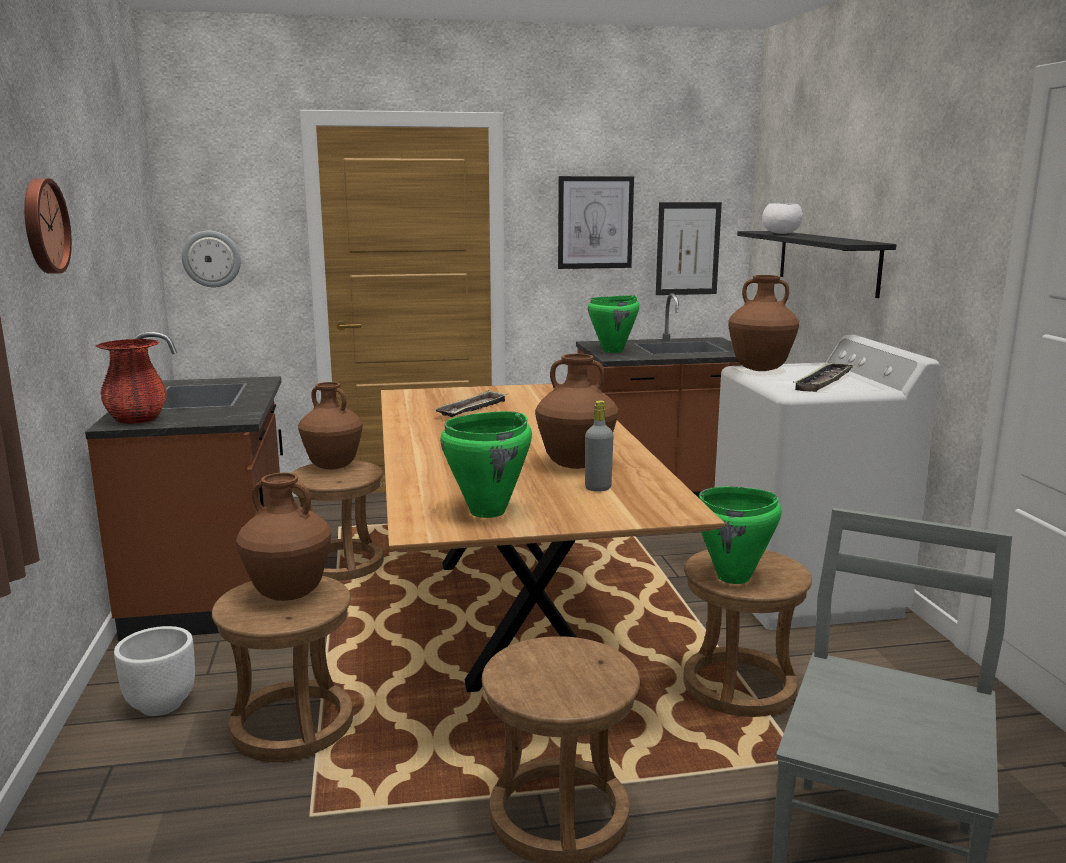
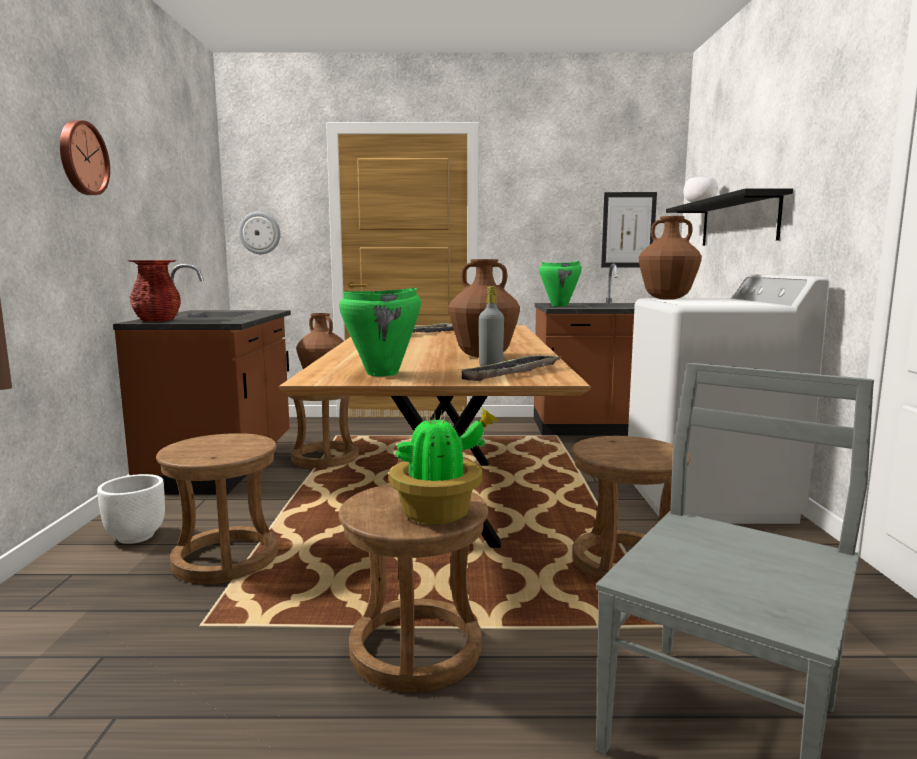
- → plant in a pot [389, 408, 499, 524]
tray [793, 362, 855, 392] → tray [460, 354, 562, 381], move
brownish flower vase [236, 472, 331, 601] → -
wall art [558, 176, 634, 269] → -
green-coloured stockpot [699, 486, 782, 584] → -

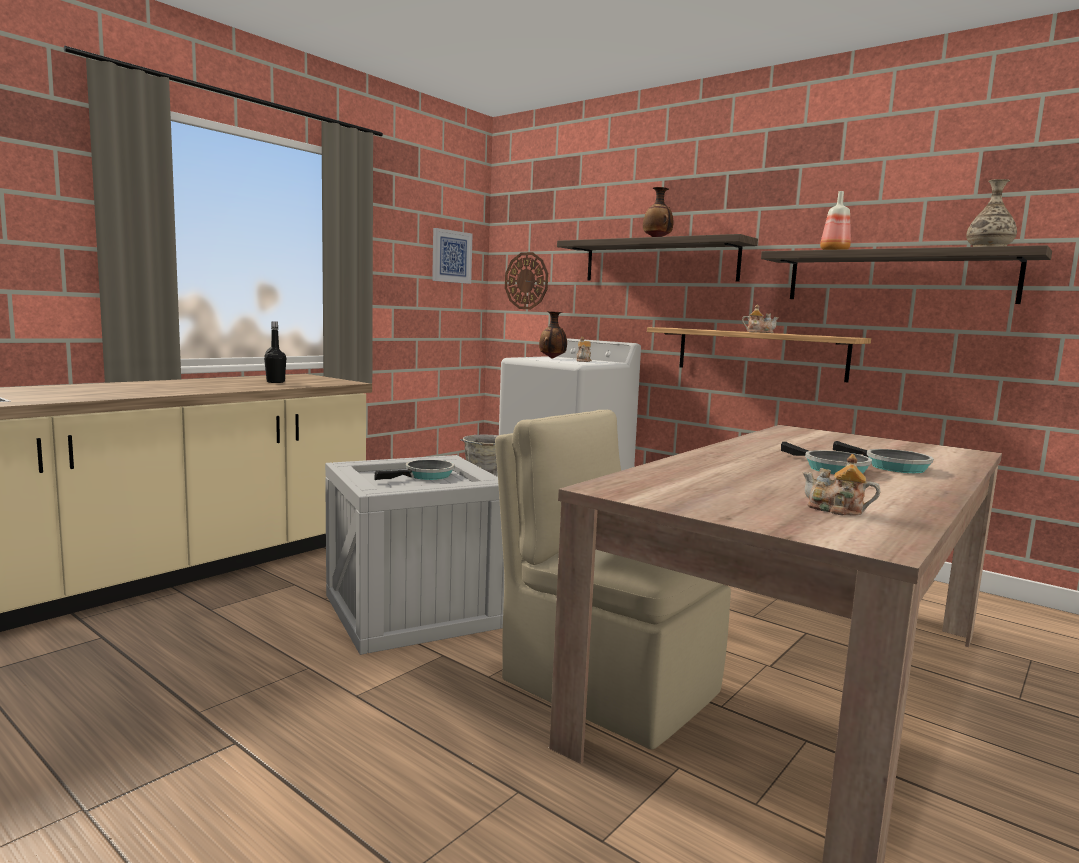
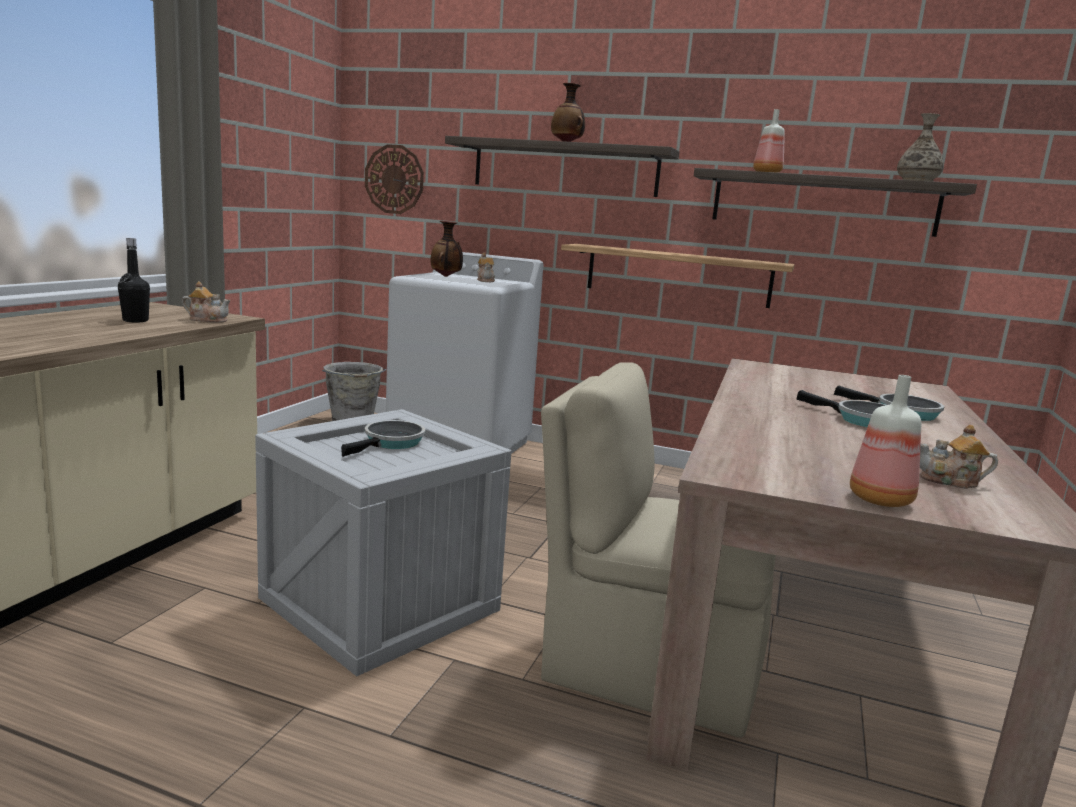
teapot [742, 304, 779, 333] → teapot [182, 281, 230, 323], move
- → drink bottle [850, 375, 921, 507]
wall art [432, 228, 472, 284] → -

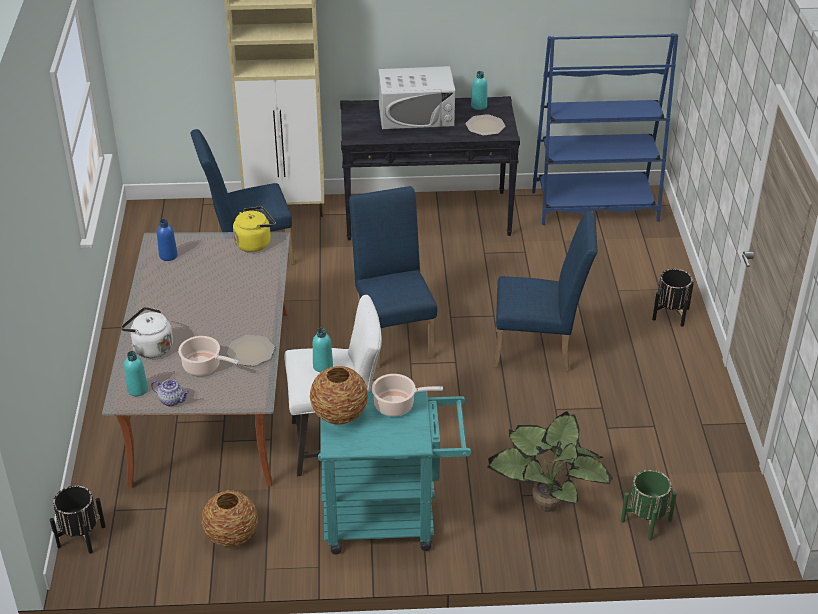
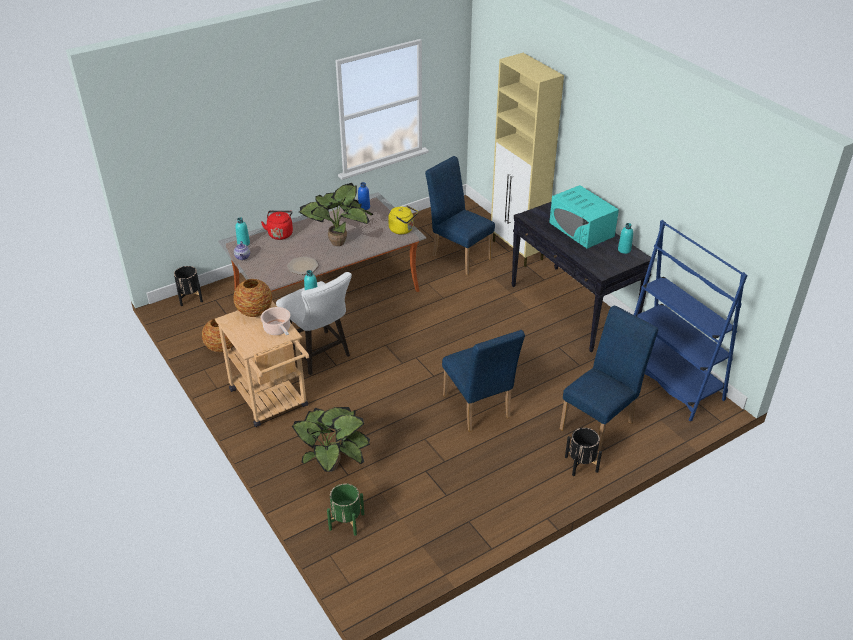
blue-green wheeled cart [318, 390, 471, 554] → beige wheeled cart [215, 301, 309, 427]
whitish water kettle [121, 307, 173, 358] → red water kettle [261, 210, 293, 240]
- → plant in a pot [299, 183, 373, 246]
whitish kitchen microwave [378, 66, 455, 129] → blue-green kitchen microwave [549, 185, 619, 249]
blue upright chair [349, 186, 437, 369] → blue upright chair [560, 306, 658, 454], move
stockpot [178, 336, 239, 376] → -
dinner plate [466, 114, 505, 136] → -

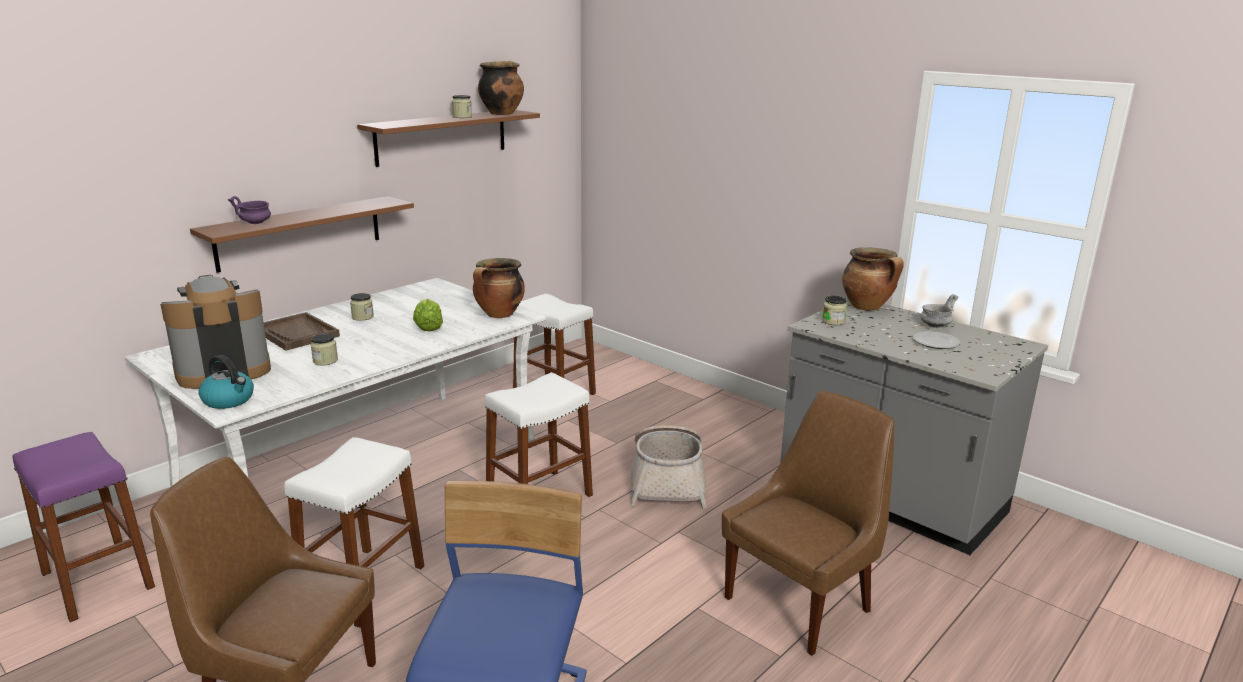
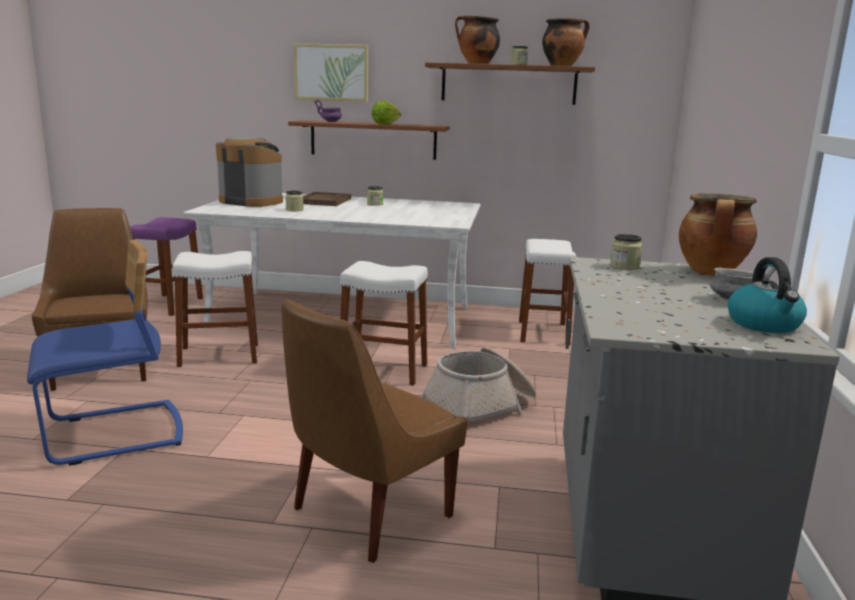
brownish upright chair [722, 391, 894, 656] → brownish upright chair [281, 299, 467, 563], 120 degrees clockwise
- → wall art [293, 43, 368, 102]
lettuce head [413, 299, 443, 332] → lettuce head [371, 101, 401, 124], move
stockpot [473, 258, 525, 318] → stockpot [455, 16, 500, 64], move
water kettle [199, 355, 254, 409] → water kettle [728, 257, 807, 333], move
dinner plate [913, 332, 960, 349] → -

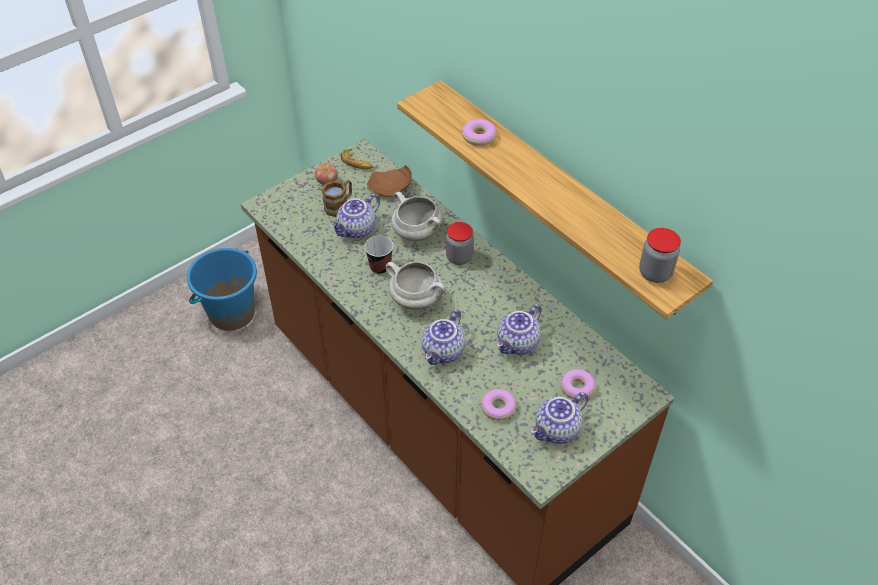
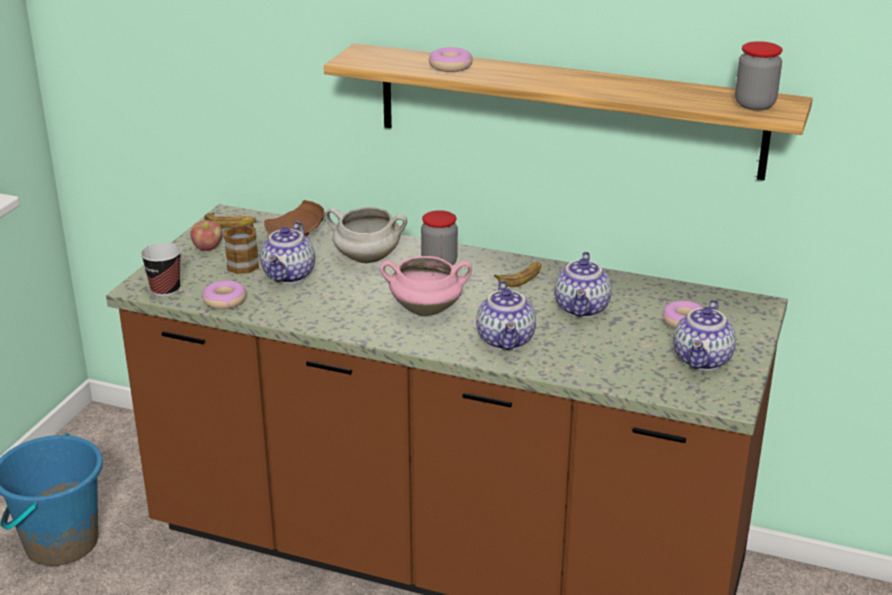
cup [364, 236, 393, 275] → cup [141, 243, 181, 297], move
ring doughnut [481, 389, 516, 420] → ring doughnut [202, 280, 247, 309], move
whitish stockpot [385, 262, 446, 310] → pink-coloured stockpot [380, 256, 472, 316]
- → whole banana [494, 262, 541, 287]

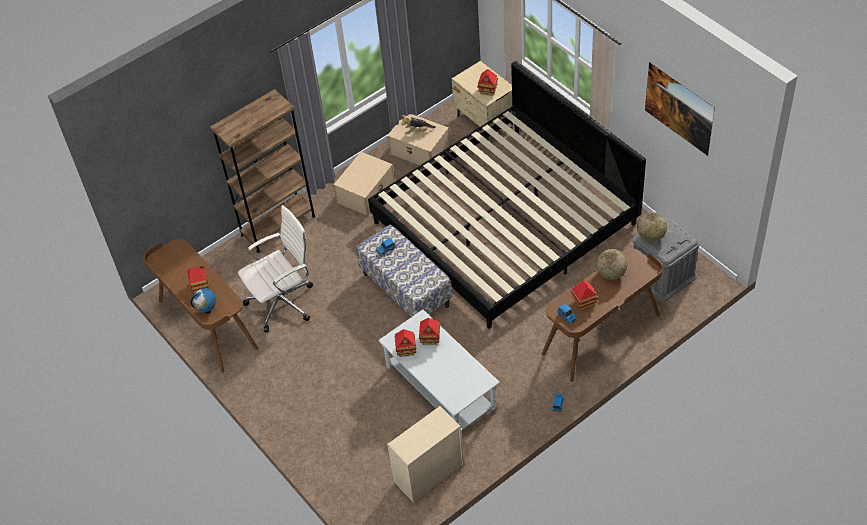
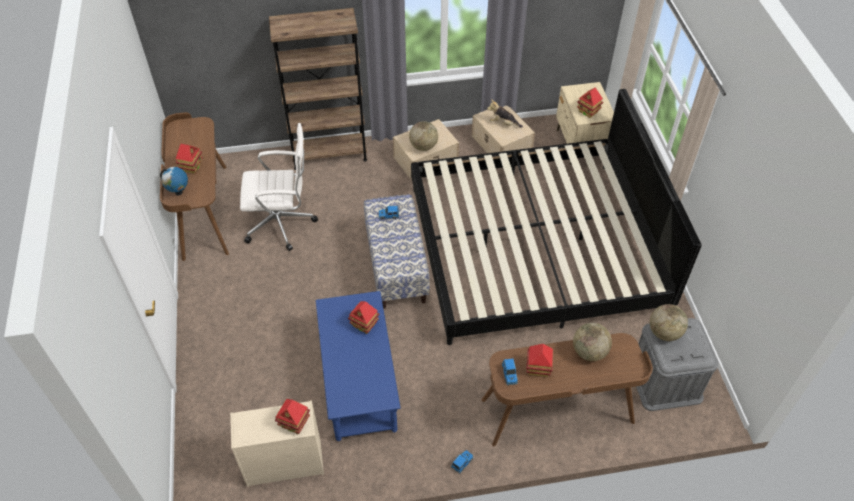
miniature house [394, 329, 416, 357] → miniature house [275, 399, 310, 434], move
gray coffee table [378, 310, 500, 431] → blue coffee table [316, 291, 401, 441]
- → desk globe [409, 121, 438, 151]
wall art [645, 62, 715, 156] → -

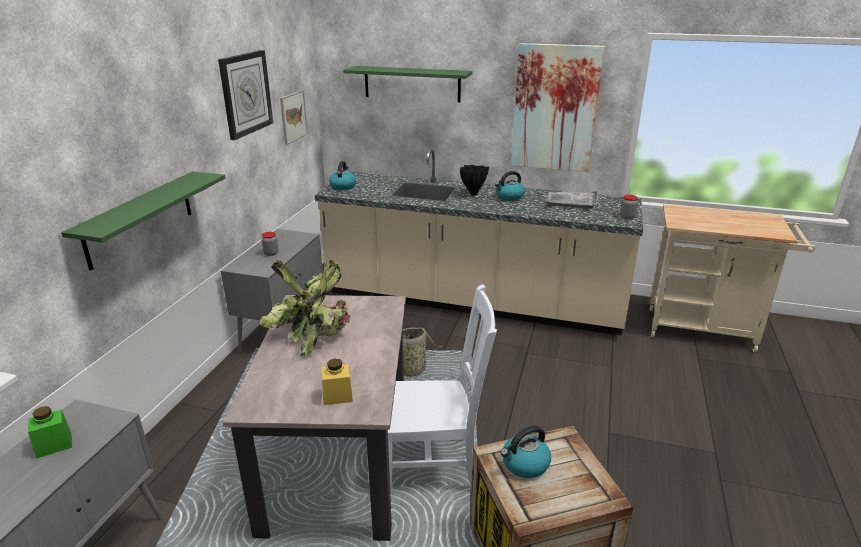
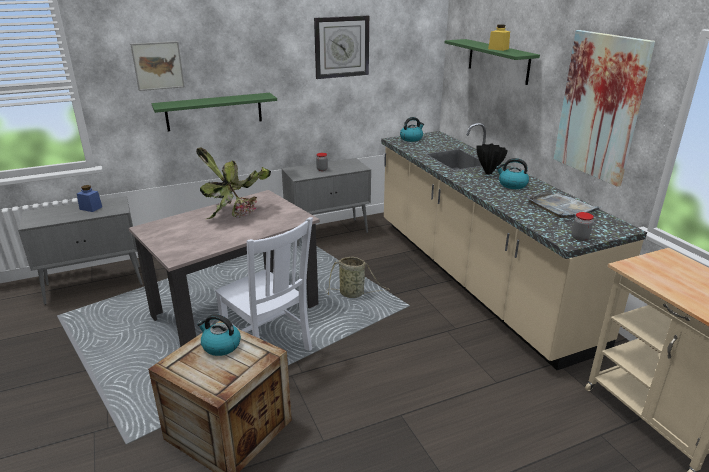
green-coloured jar [28, 406, 72, 459] → blue jar [77, 185, 102, 212]
wall art [280, 90, 308, 145] → wall art [130, 41, 185, 91], move
yellow jar [322, 359, 353, 405] → yellow jar [488, 24, 510, 51], move

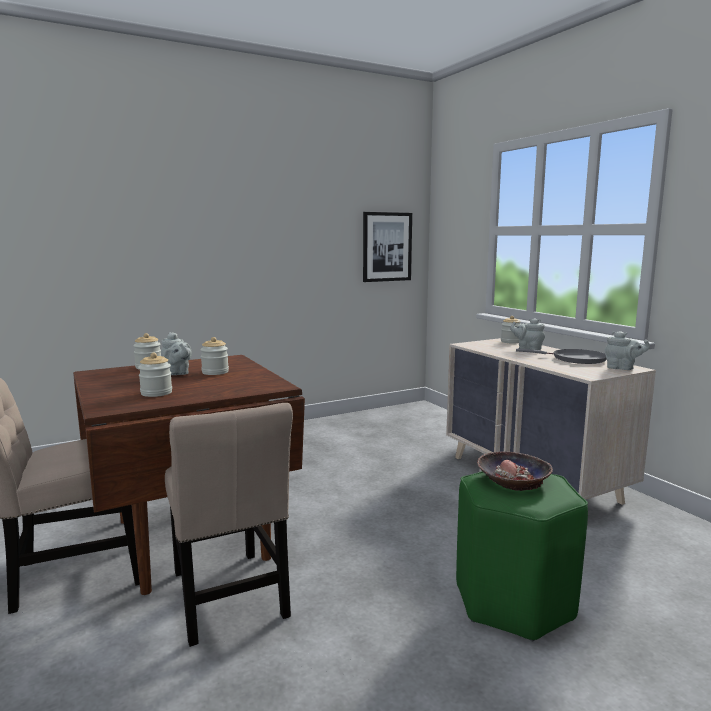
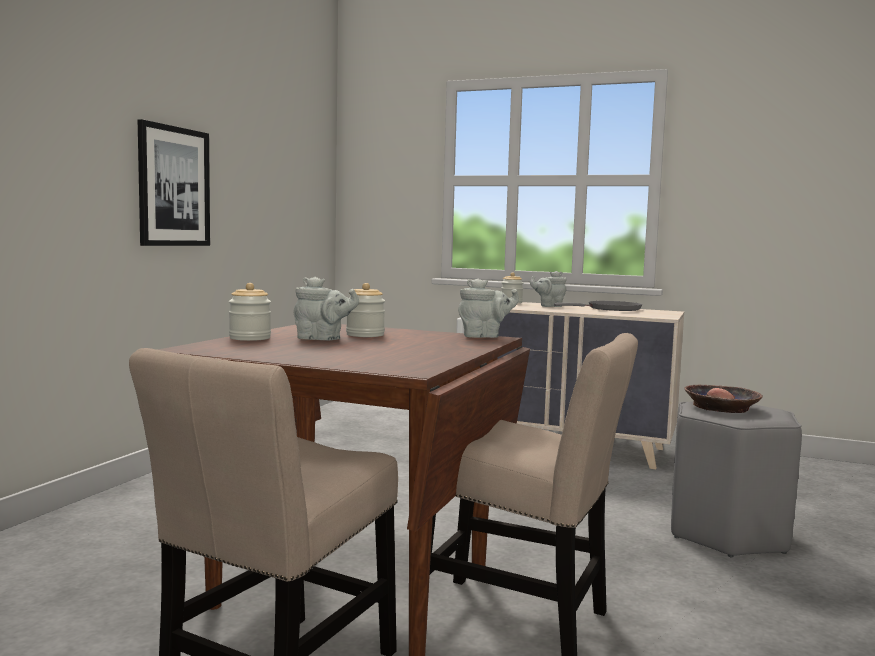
wall art [363, 212, 412, 282] → wall art [138, 119, 210, 246], move
gray teapot [604, 331, 650, 370] → gray teapot [458, 278, 519, 338], move
green-coloured stool seat [456, 471, 588, 641] → gray stool seat [671, 401, 802, 557]
jar [138, 353, 172, 397] → -

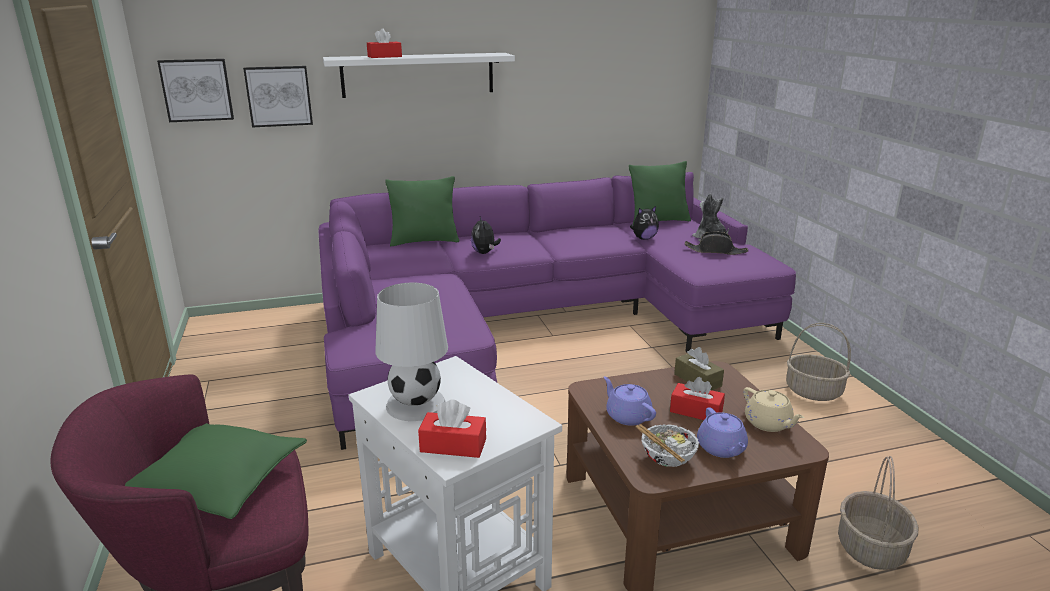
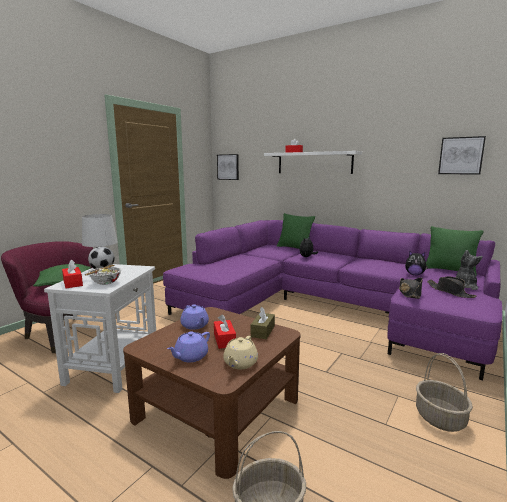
bowl [636, 424, 699, 467] → bowl [85, 265, 121, 285], move
purple teapot [604, 377, 656, 426] → purple teapot [180, 304, 209, 330], 135 degrees clockwise
- → black clothing hat [399, 278, 423, 299]
wall art [243, 66, 313, 127] → wall art [438, 136, 486, 175], move

